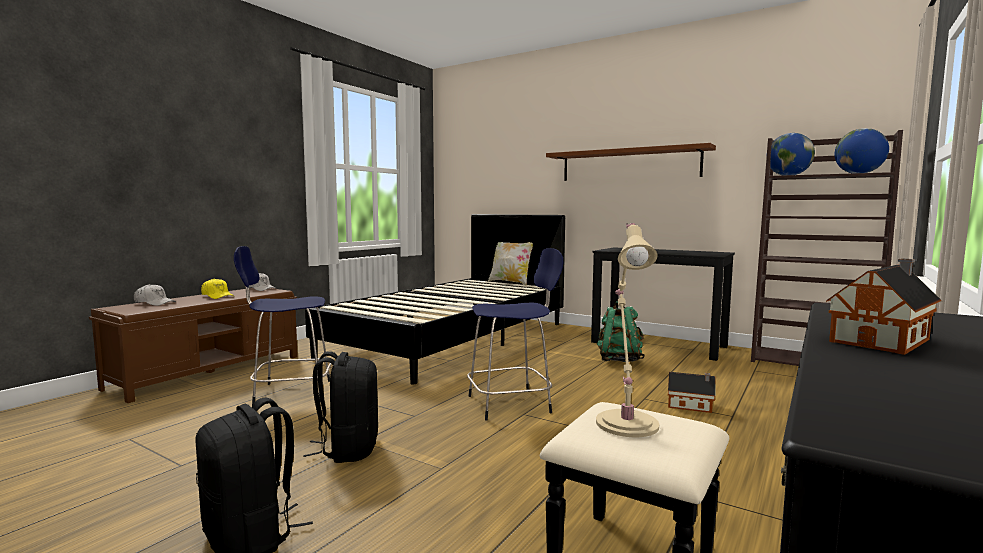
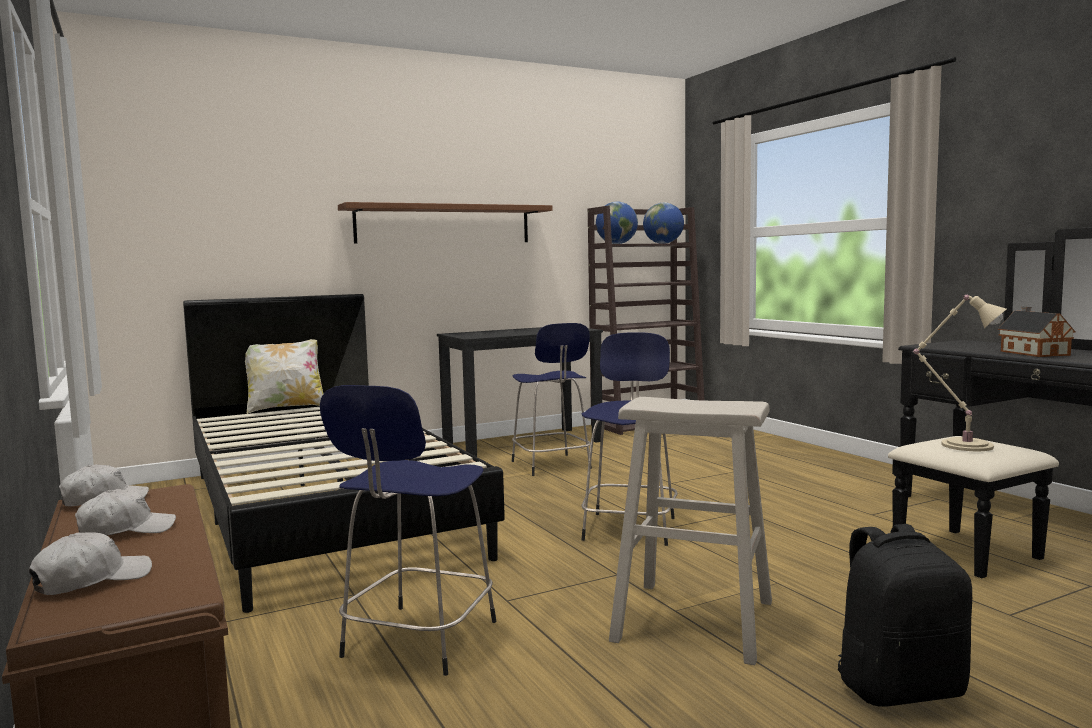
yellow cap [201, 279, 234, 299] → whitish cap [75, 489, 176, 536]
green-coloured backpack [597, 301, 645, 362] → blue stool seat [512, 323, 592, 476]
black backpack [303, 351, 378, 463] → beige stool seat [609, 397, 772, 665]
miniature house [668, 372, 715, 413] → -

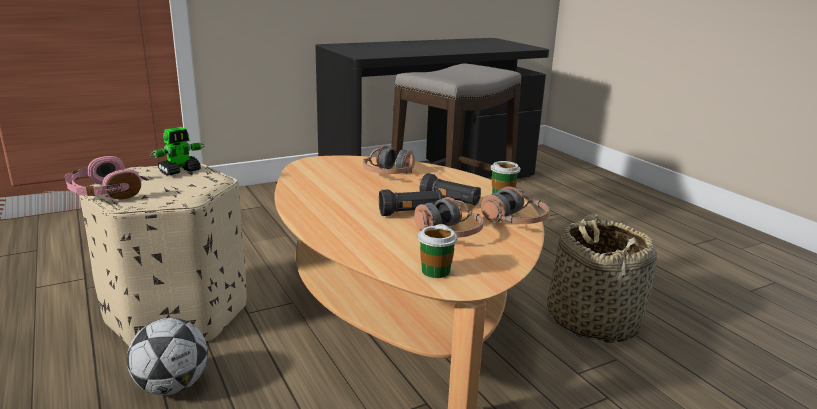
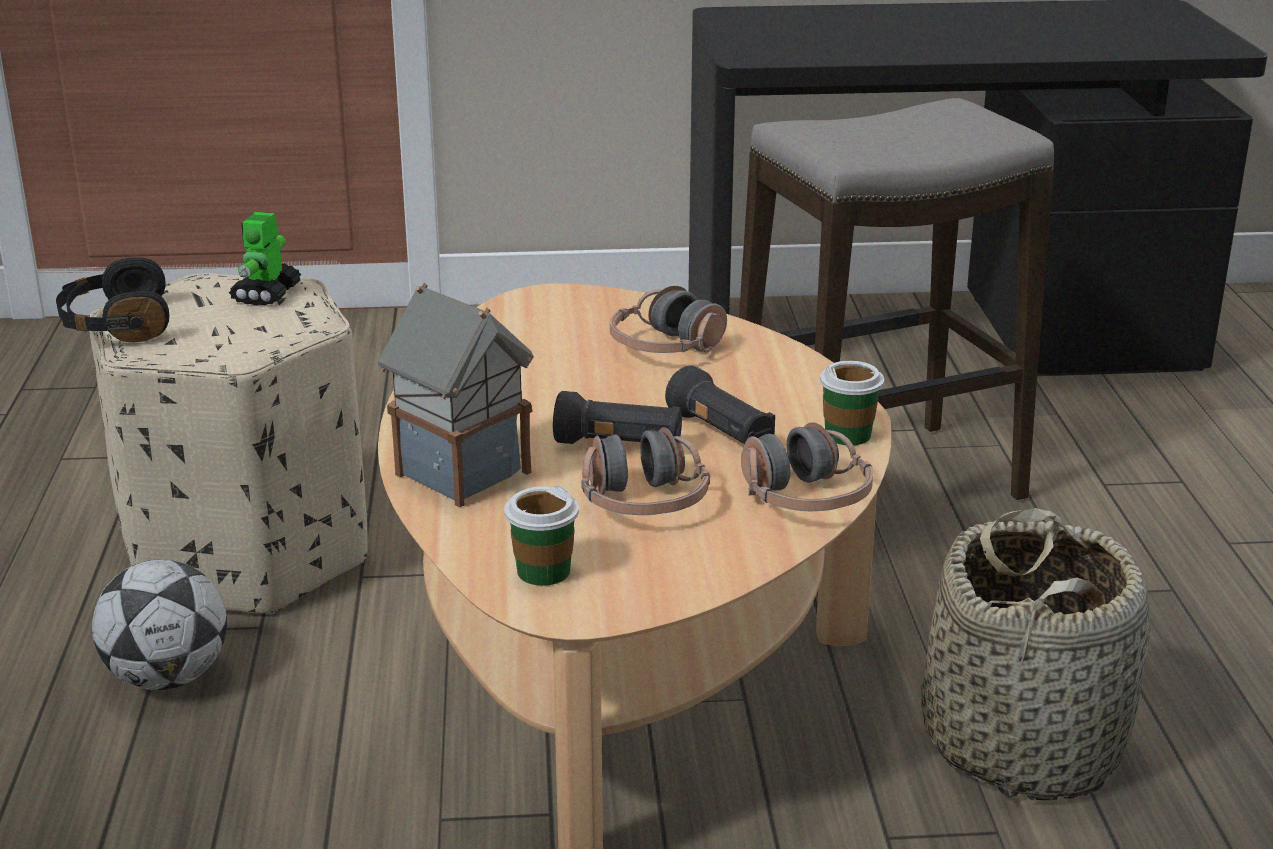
pink-coloured pair of headphones [65, 156, 141, 199] → black pair of headphones [56, 257, 170, 342]
robot figure [150, 127, 204, 176] → robot figure [229, 212, 301, 306], 120 degrees clockwise
- → miniature house [378, 283, 534, 507]

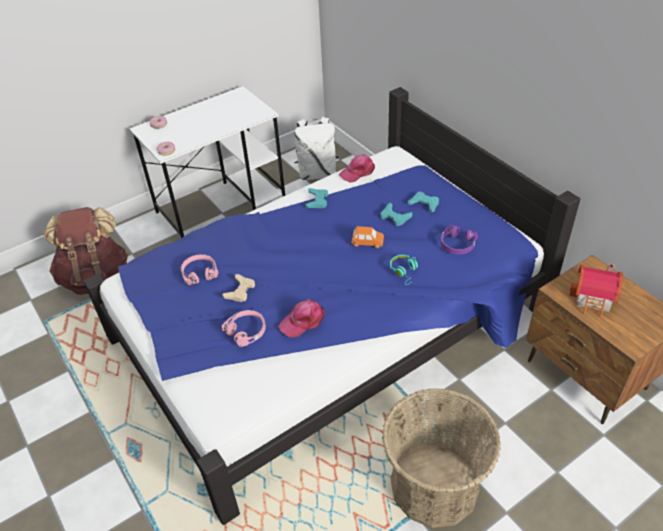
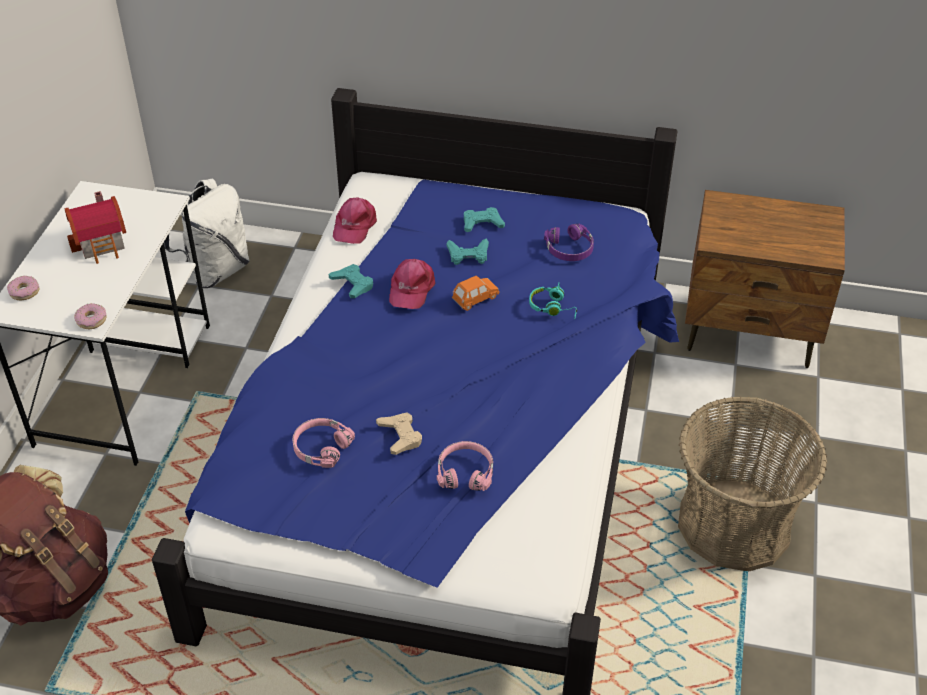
miniature house [569, 263, 623, 317] → miniature house [65, 191, 126, 264], move
pink-coloured cap [278, 299, 325, 338] → pink-coloured cap [389, 259, 436, 309], move

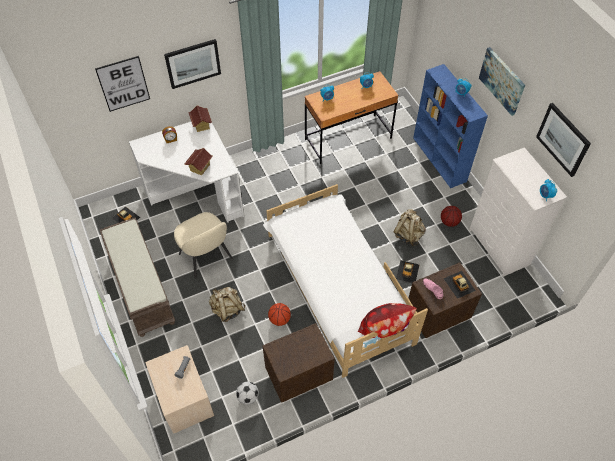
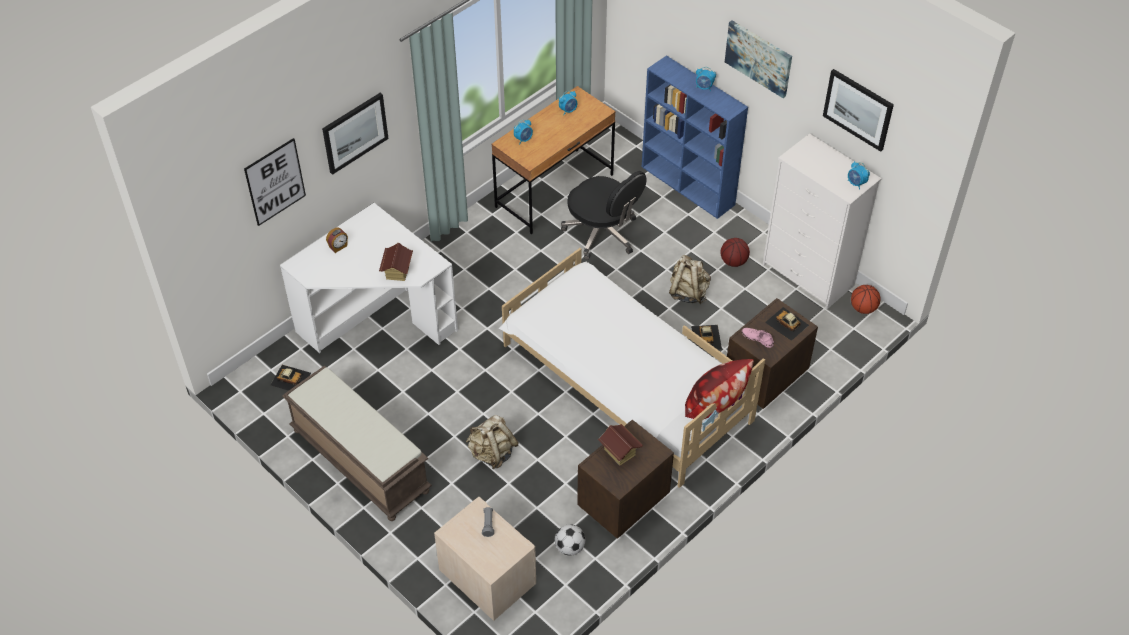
- → black desk chair [561, 171, 647, 260]
miniature house [188, 105, 212, 132] → miniature house [598, 424, 643, 465], move
basketball [268, 303, 291, 326] → basketball [851, 285, 881, 314], move
beige upright chair [174, 212, 232, 279] → -

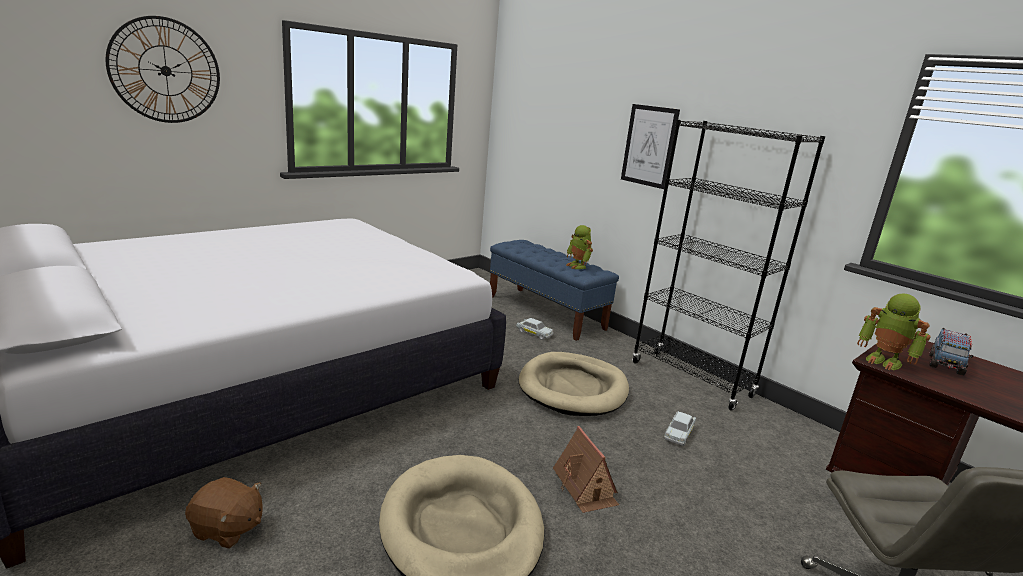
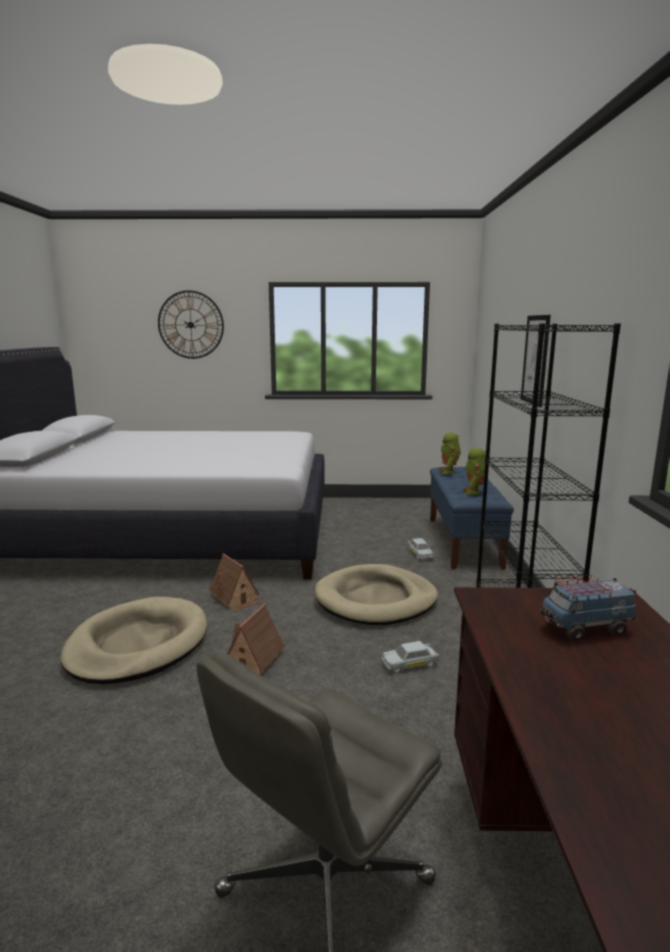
- → miniature house [209, 553, 261, 611]
robot figure [857, 293, 931, 370] → robot figure [438, 433, 461, 474], move
brownish cuddly toy [185, 477, 262, 549] → -

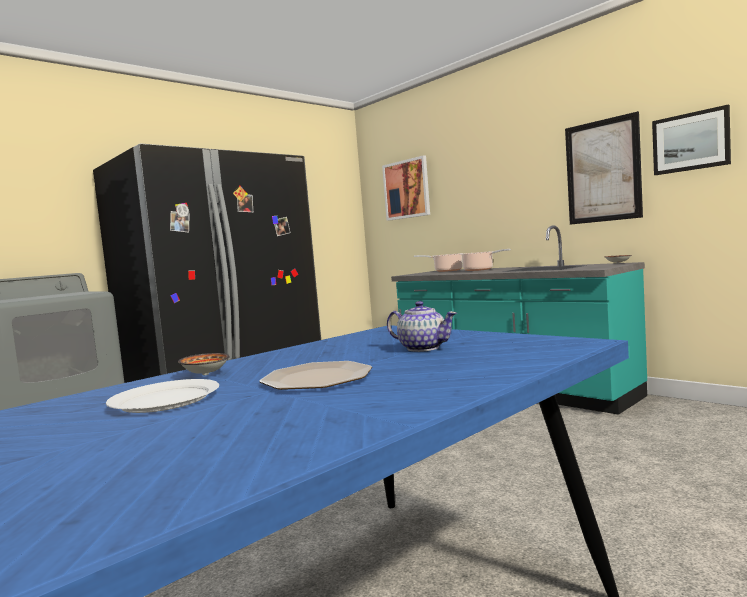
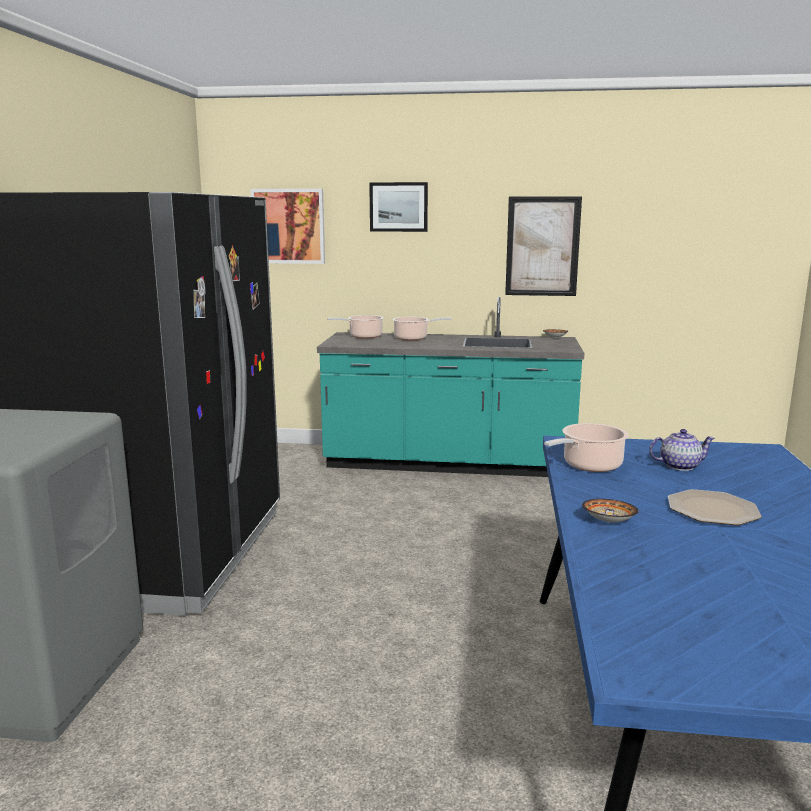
wall art [652, 105, 731, 175] → wall art [369, 182, 428, 232], move
- → stockpot [544, 423, 629, 472]
whitish dinner plate [106, 379, 219, 413] → -

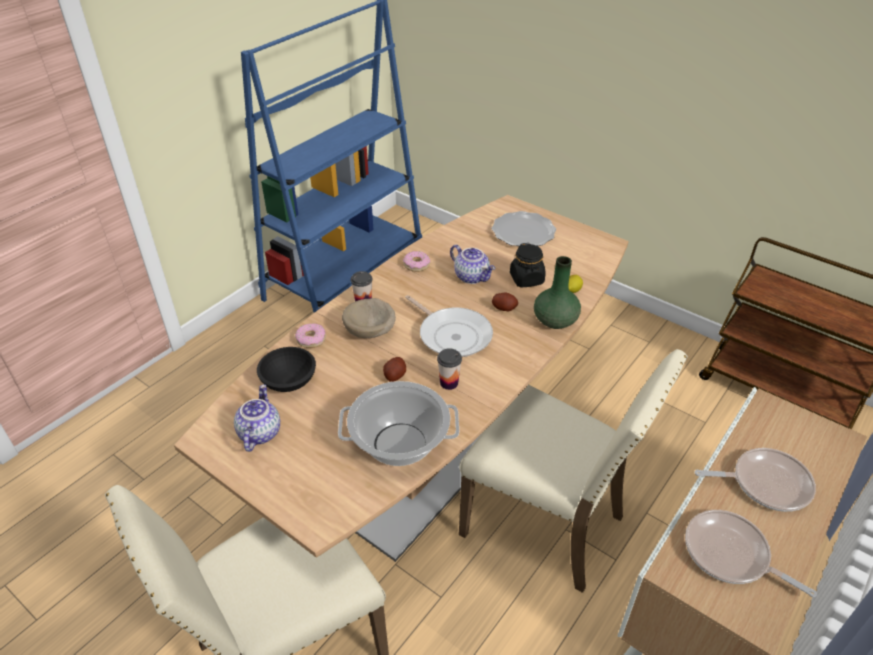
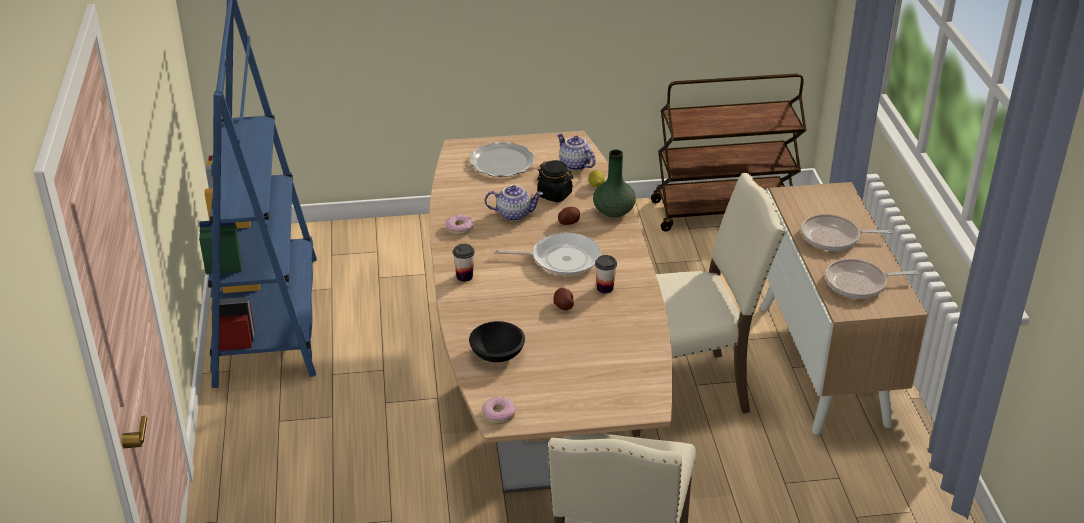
ring doughnut [295, 323, 326, 348] → ring doughnut [482, 397, 516, 424], move
teapot [234, 384, 280, 452] → teapot [557, 133, 596, 171], move
frying pan [694, 448, 816, 512] → frying pan [801, 214, 892, 251], 135 degrees counterclockwise
stockpot [338, 381, 459, 466] → -
beige bowl [342, 298, 396, 338] → -

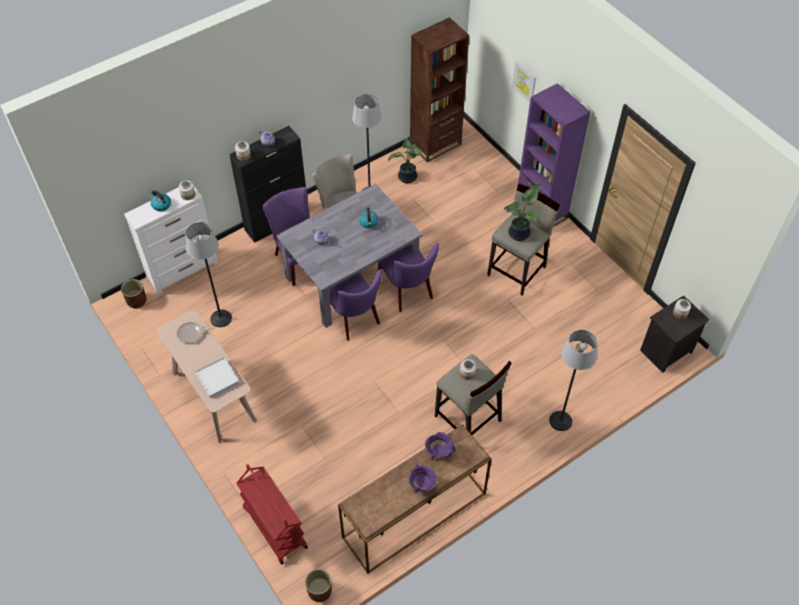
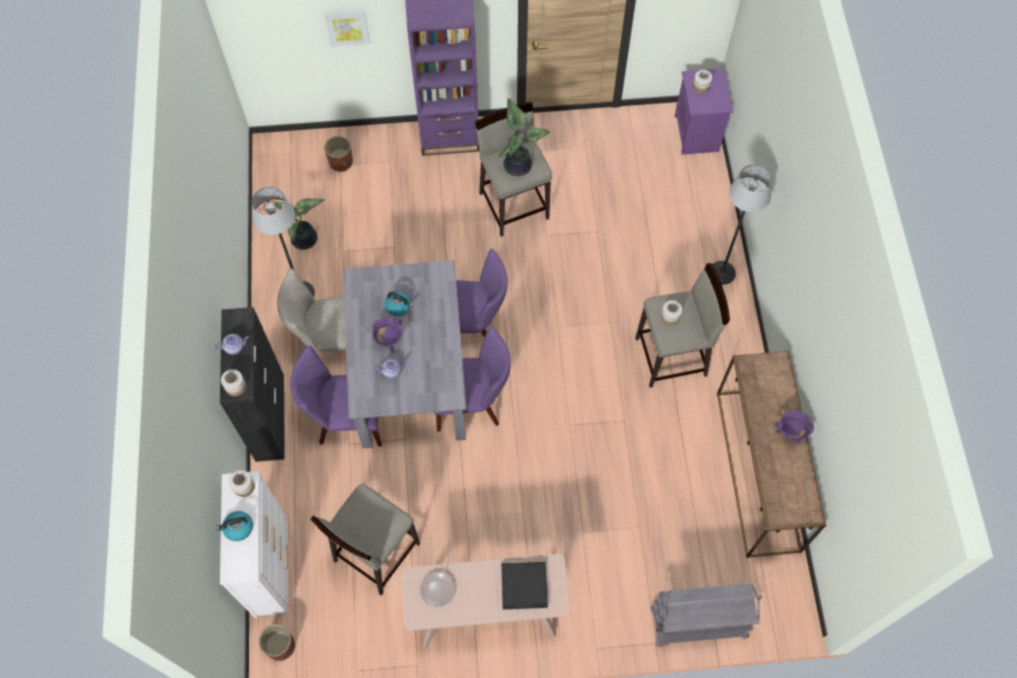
standard lamp [186, 222, 232, 327] → beige stool seat [311, 483, 420, 596]
brownish flower pot [305, 569, 332, 602] → brownish flower pot [324, 136, 353, 172], move
purple stockpot [425, 432, 456, 461] → purple stockpot [372, 317, 403, 352], move
whitish tray [195, 357, 239, 398] → black tray [501, 562, 548, 609]
red wheeled cart [236, 464, 308, 565] → gray wheeled cart [650, 583, 762, 647]
black nightstand [640, 295, 710, 373] → purple nightstand [675, 68, 733, 155]
brownish shelving unit [410, 17, 469, 162] → -

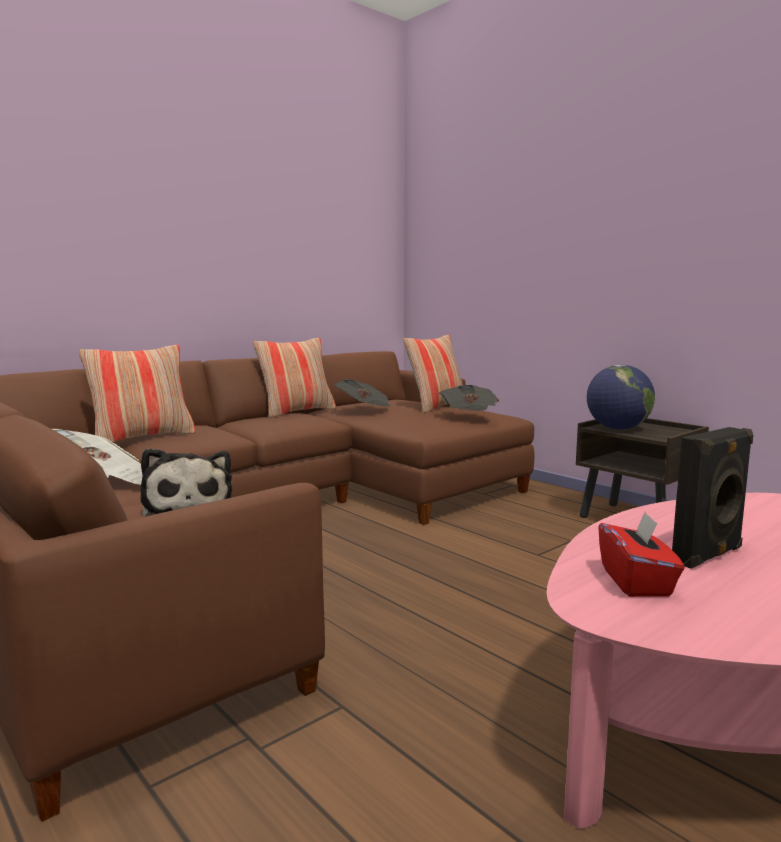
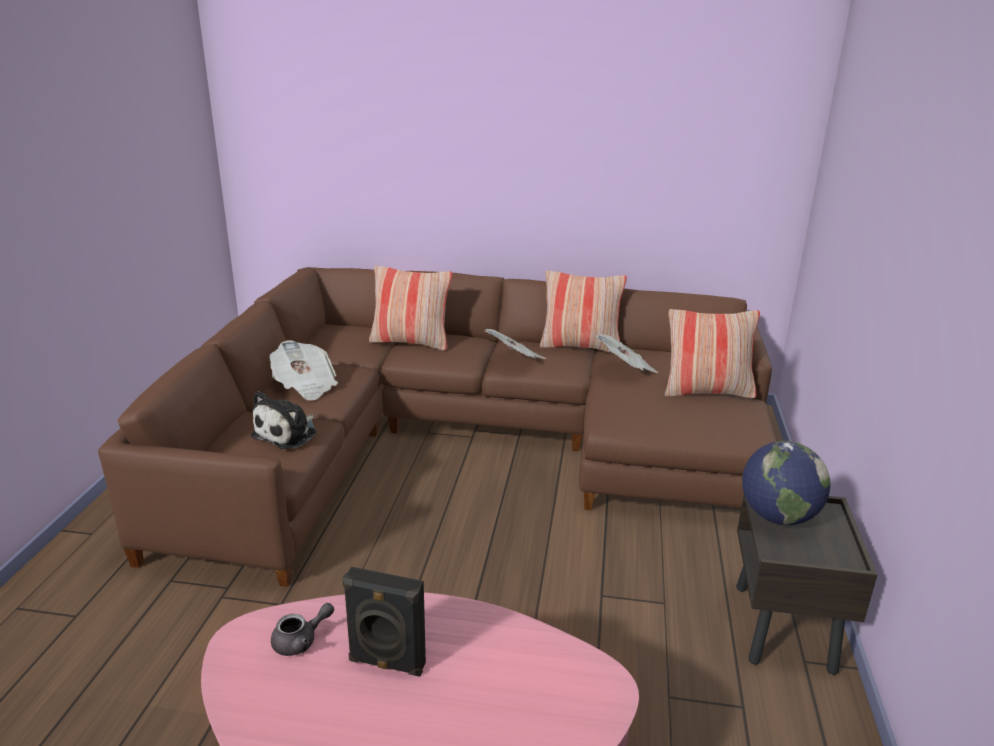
red tissue box [598, 512, 685, 597] → gray teapot [271, 603, 334, 656]
daily paper [439, 385, 499, 411] → daily paper [485, 329, 546, 359], move

